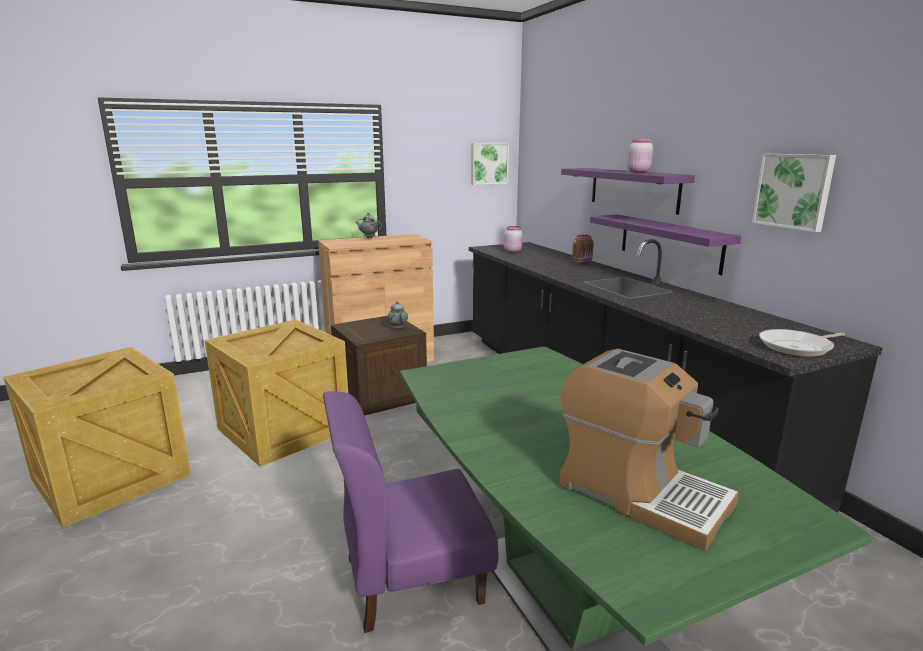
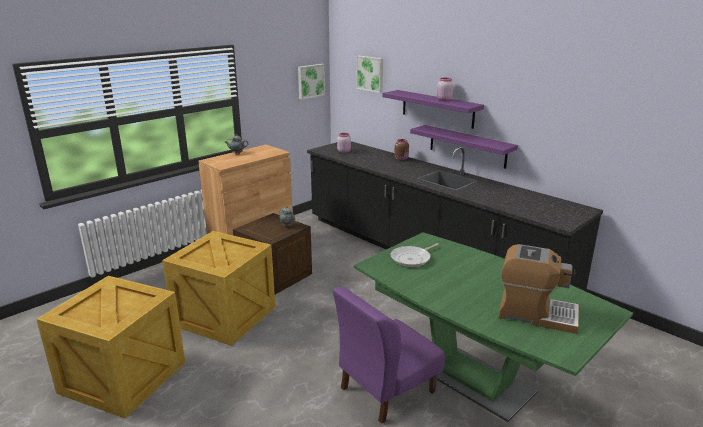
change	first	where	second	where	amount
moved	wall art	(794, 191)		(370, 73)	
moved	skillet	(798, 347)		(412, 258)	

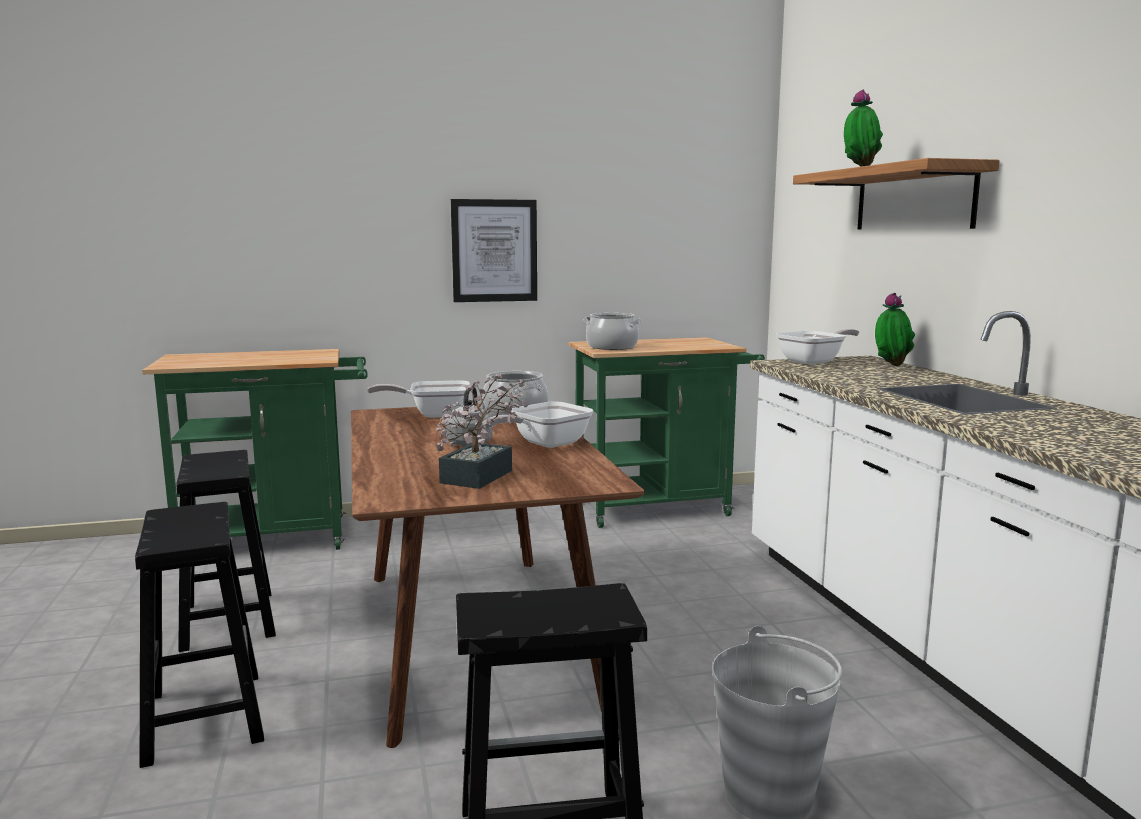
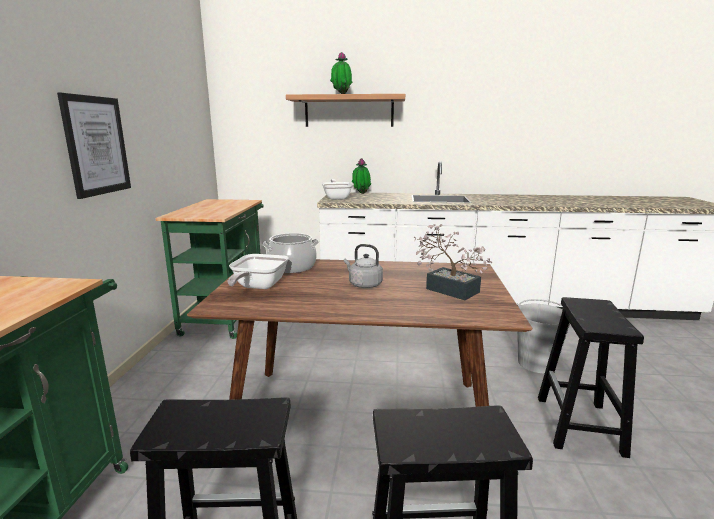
change	first	where	second	where	amount
removed	skillet	(544, 444)			
removed	stockpot	(612, 347)			

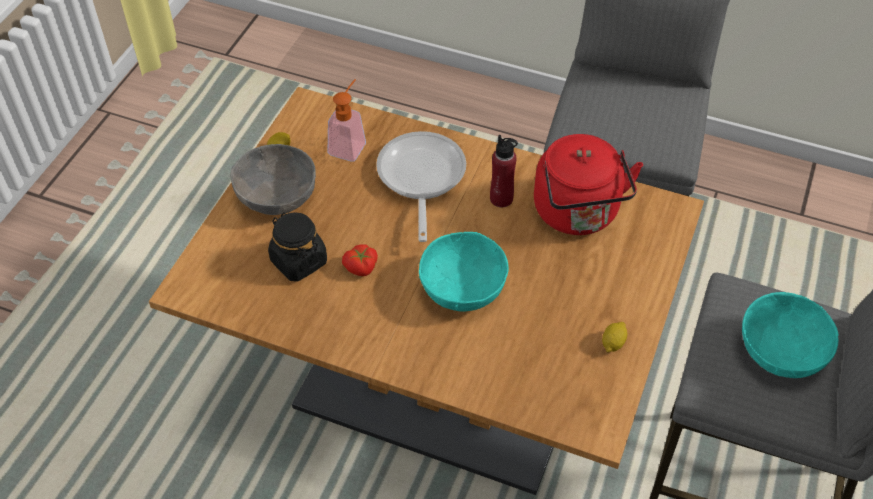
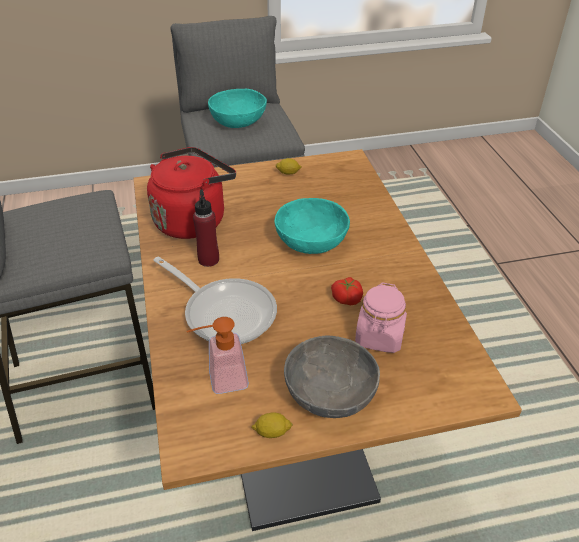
change	first	where	second	where	amount
turned	skillet	(420, 178)		(225, 312)	105 degrees counterclockwise
recoloured	storage jar (blackish)	(298, 261)	storage jar (pinkish)	(379, 337)	

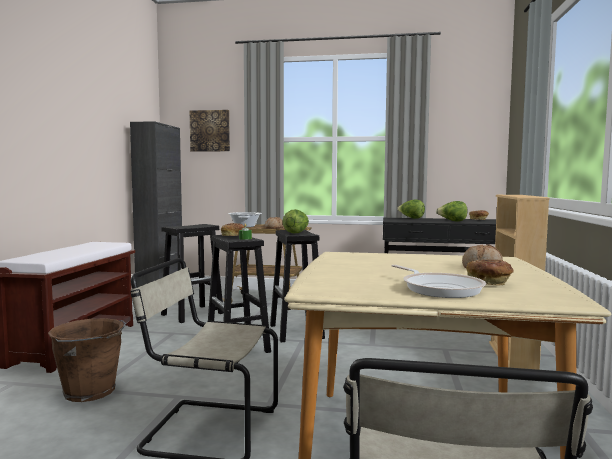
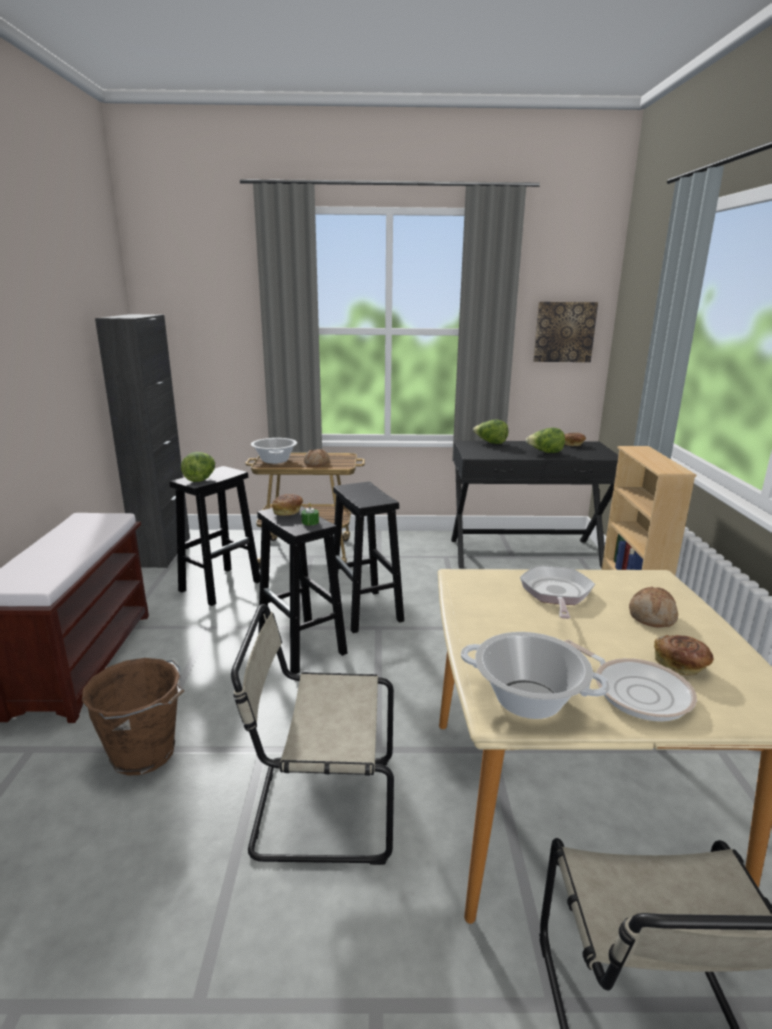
change	first	where	second	where	amount
moved	lettuce	(296, 233)		(200, 479)	
added			stockpot	(528, 700)	
added			skillet	(556, 594)	
moved	wall art	(210, 131)		(564, 332)	

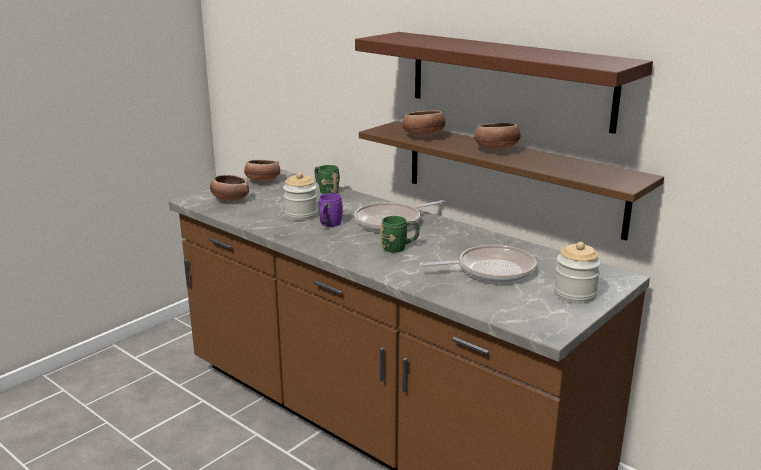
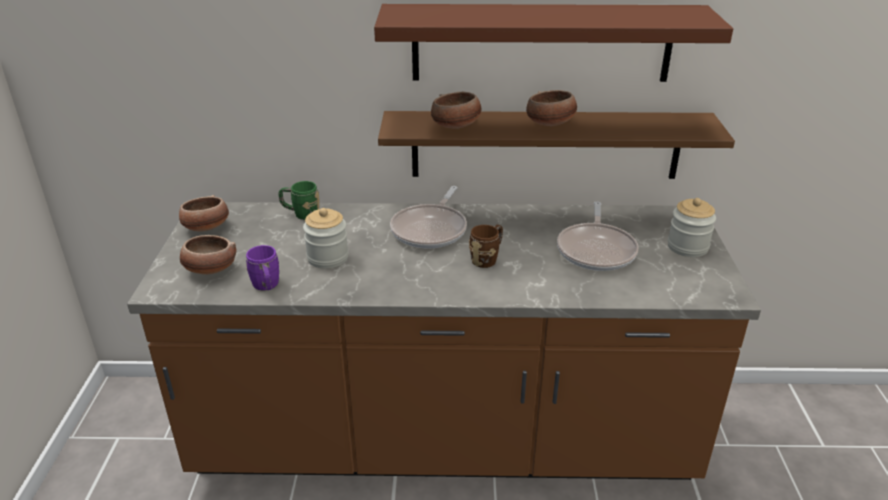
change	first	where	second	where	amount
moved	mug (purple-coloured)	(328, 225)		(267, 287)	
recoloured	mug (green-coloured)	(399, 248)	mug (brown-coloured)	(487, 258)	
turned	skillet	(491, 270)		(596, 250)	150 degrees clockwise

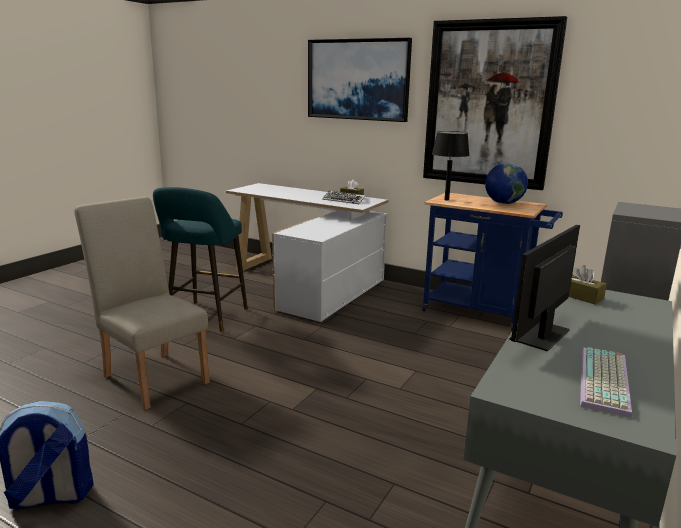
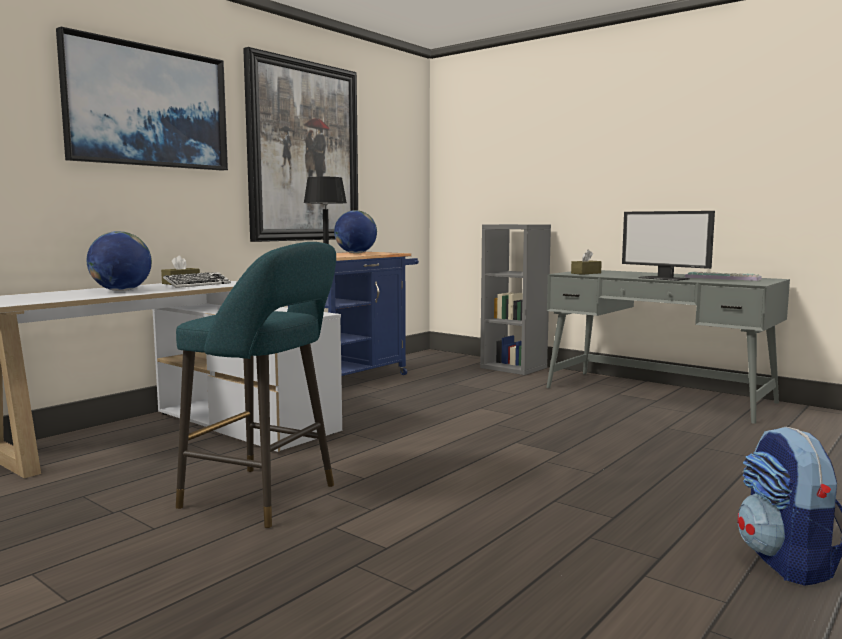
change	first	where	second	where	amount
added			globe	(121, 290)	
removed	chair (beige)	(153, 375)			

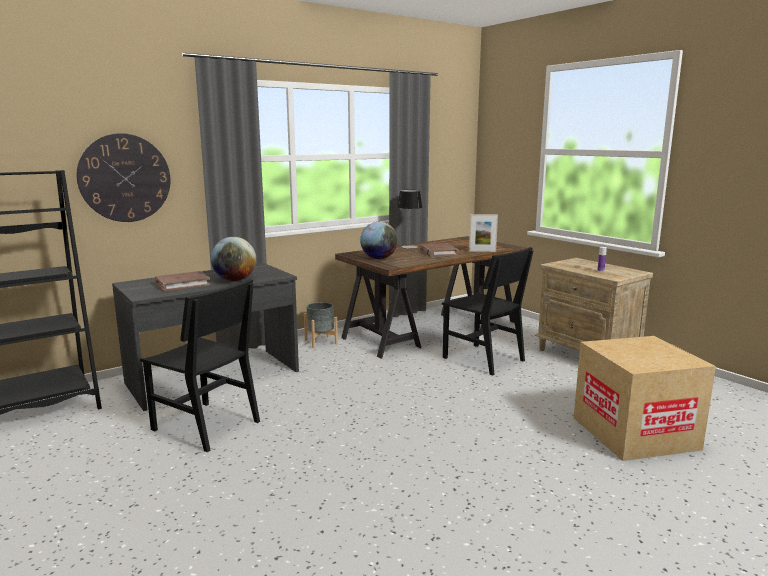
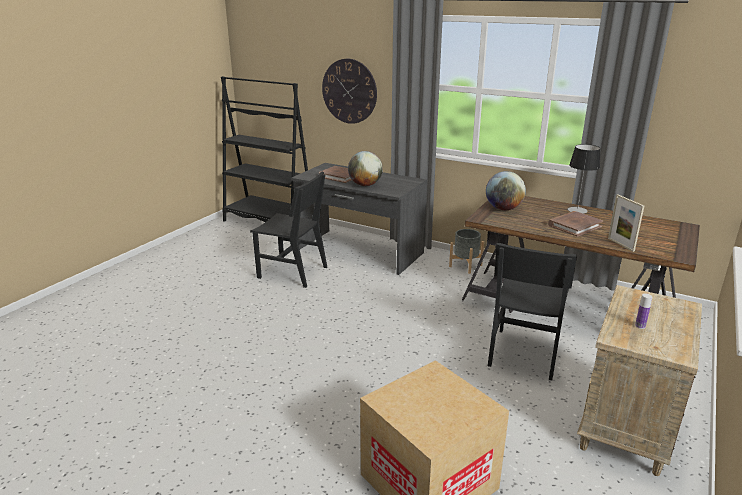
change	first	where	second	where	amount
turned	chair (blackish)	(206, 425)		(292, 272)	75 degrees counterclockwise

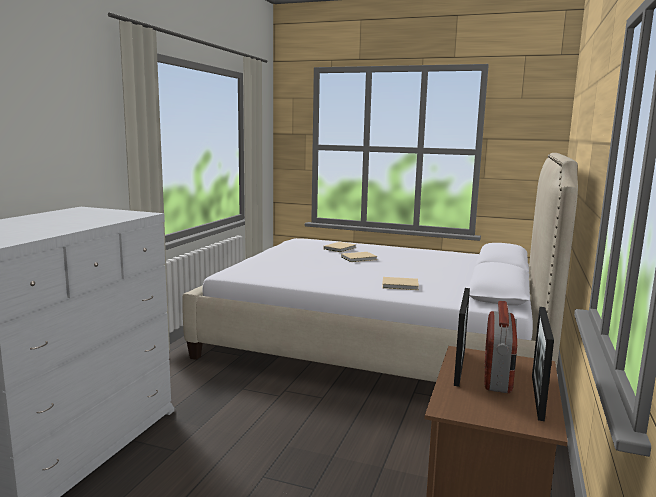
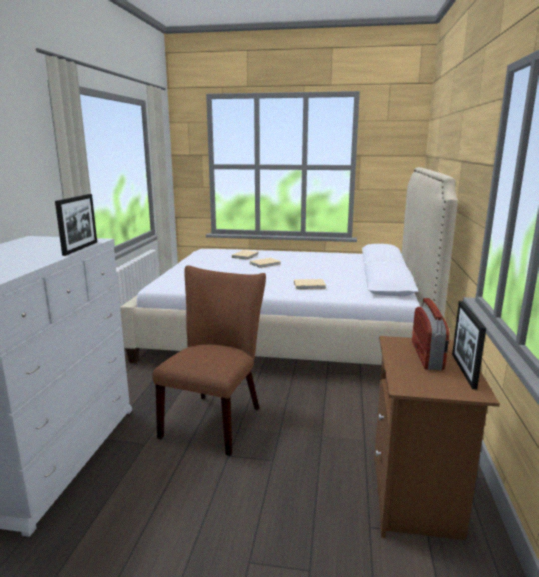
change	first	where	second	where	amount
moved	standing frame	(459, 367)		(80, 248)	
added			chair (brown-coloured)	(215, 418)	

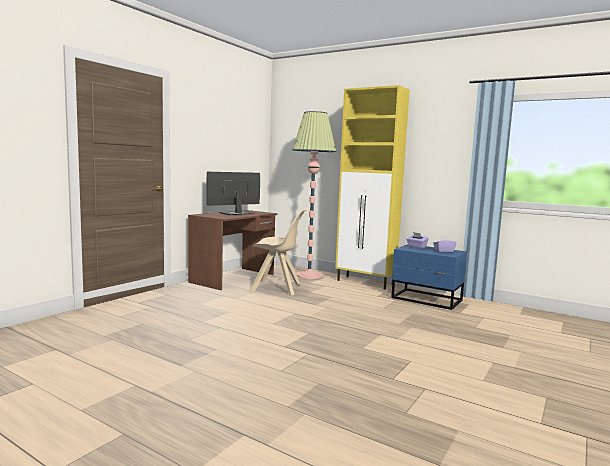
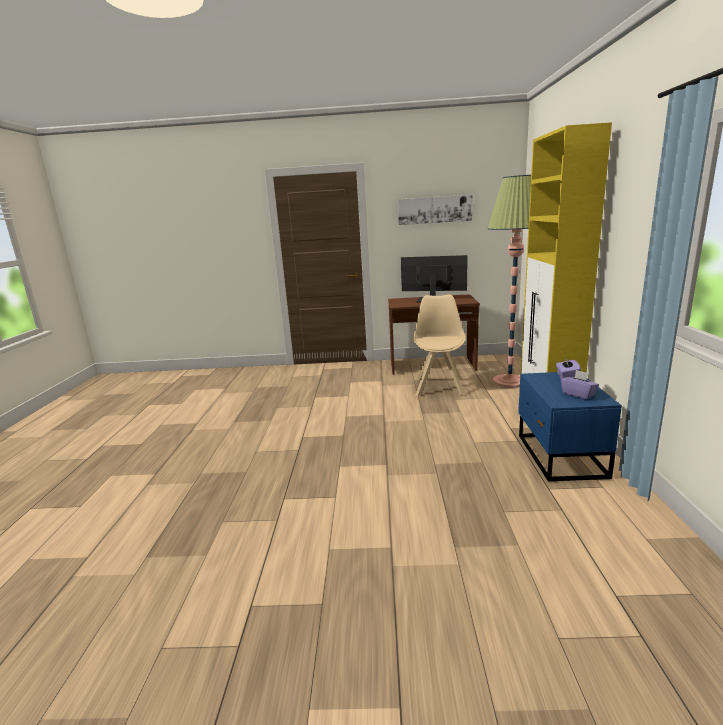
change	first	where	second	where	amount
added			wall art	(434, 210)	
turned	chair (beige)	(278, 288)		(439, 386)	150 degrees counterclockwise

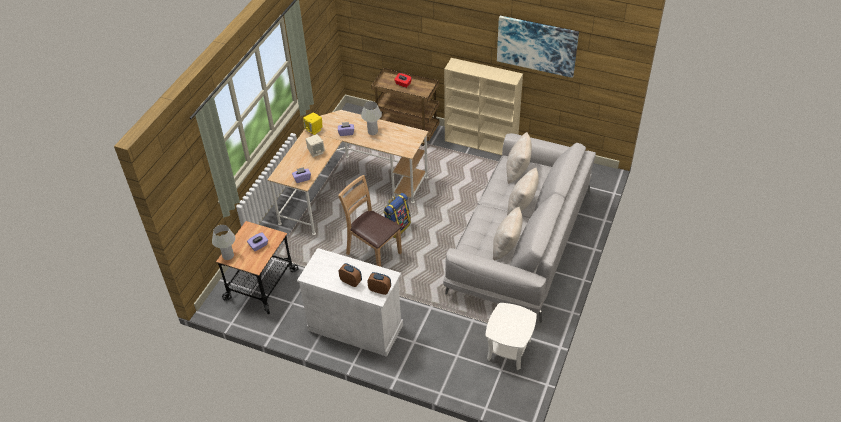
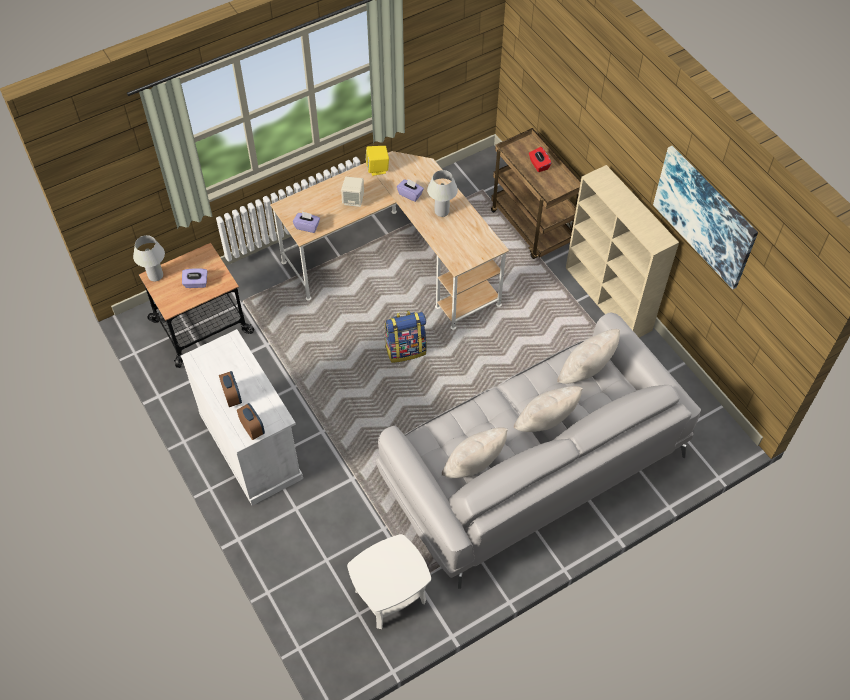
change	first	where	second	where	amount
removed	chair (brown-coloured)	(373, 252)			

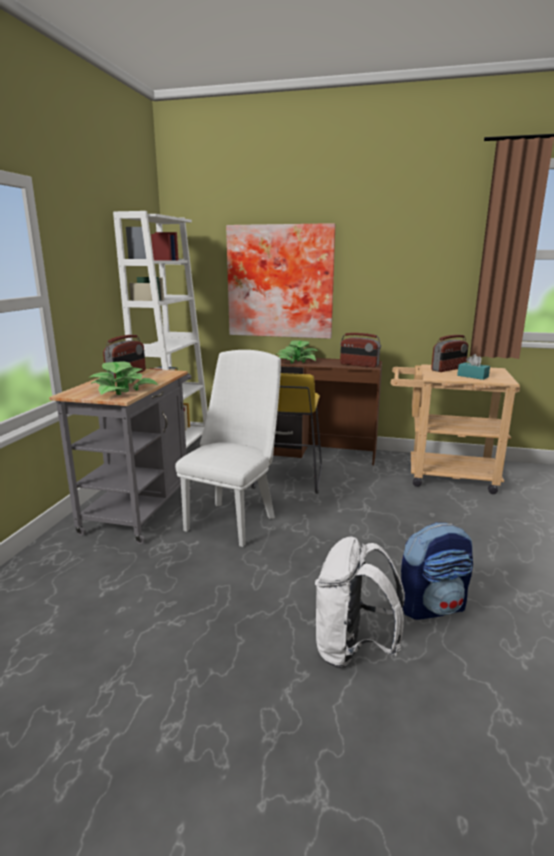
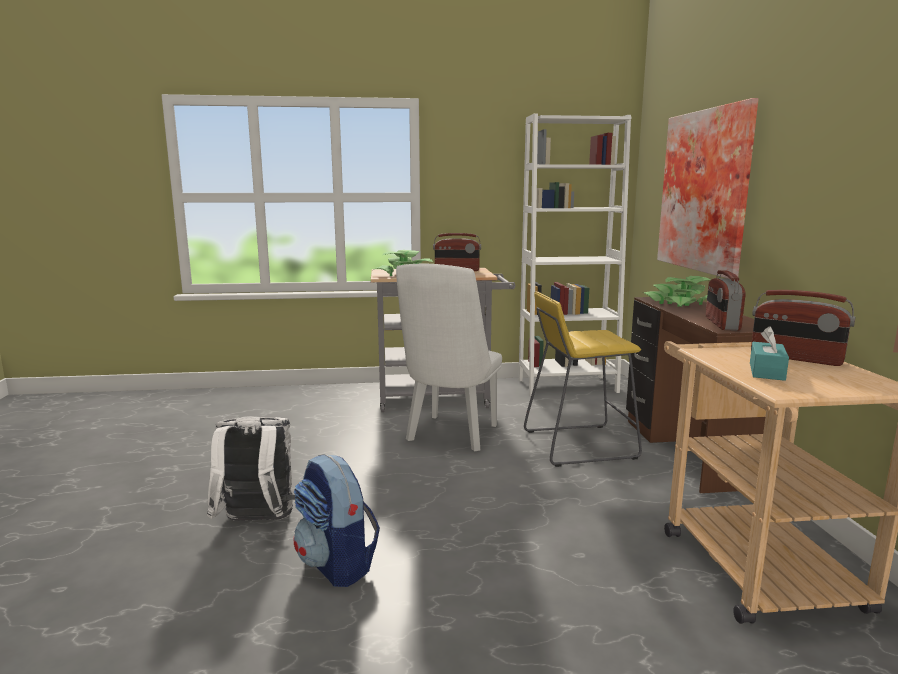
change	first	where	second	where	amount
turned	chair (white-coloured)	(233, 519)		(450, 436)	105 degrees clockwise

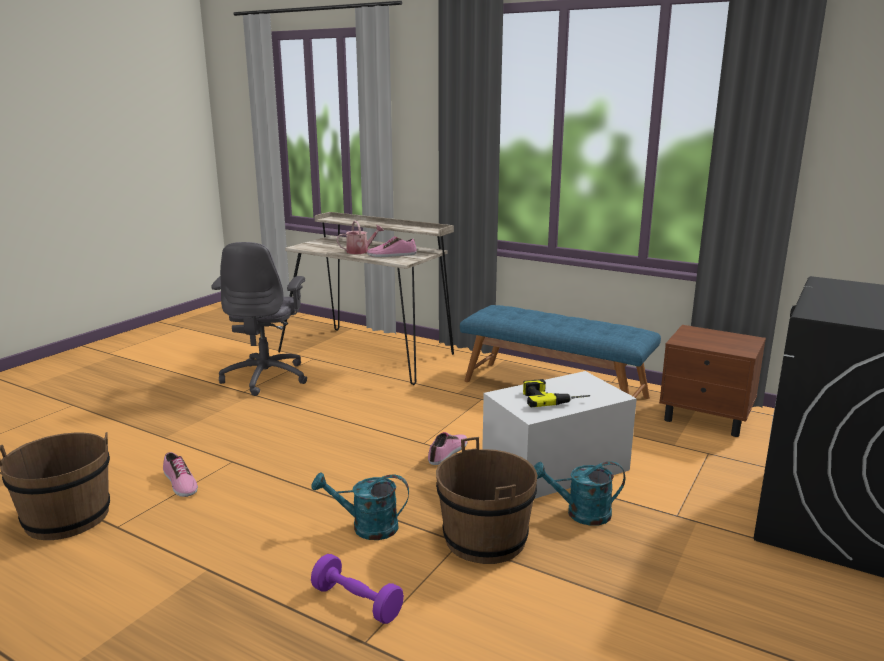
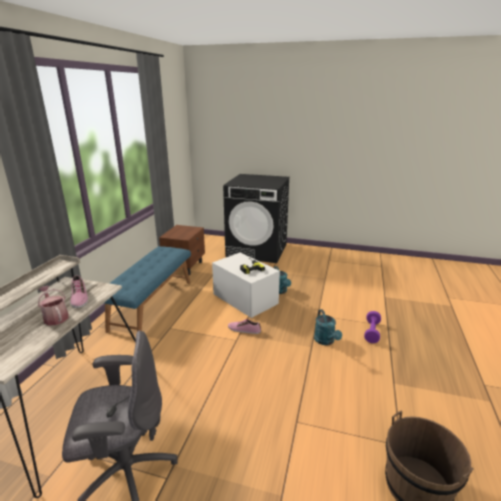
change	first	where	second	where	amount
removed	item of footwear	(179, 483)			
removed	water bucket (brown-coloured)	(484, 539)			

